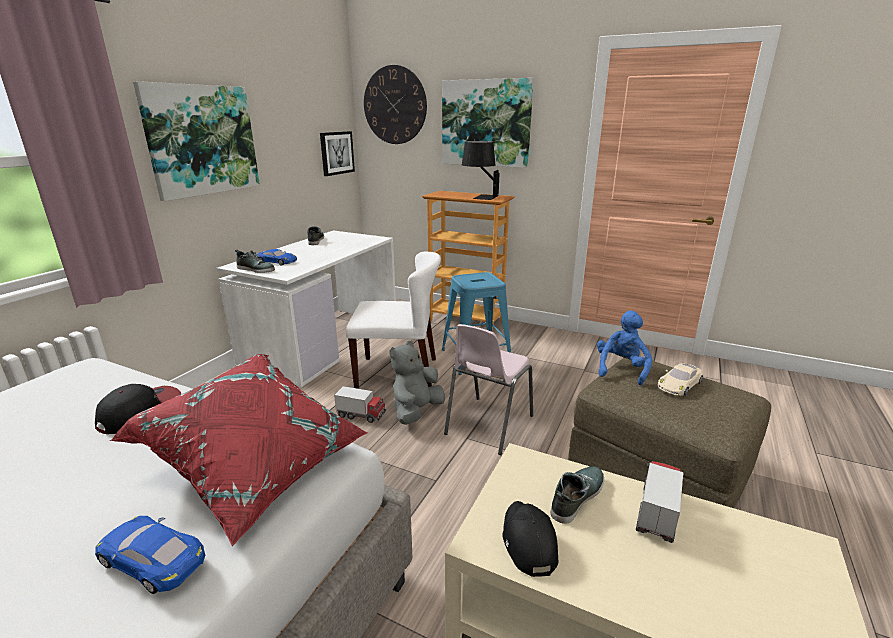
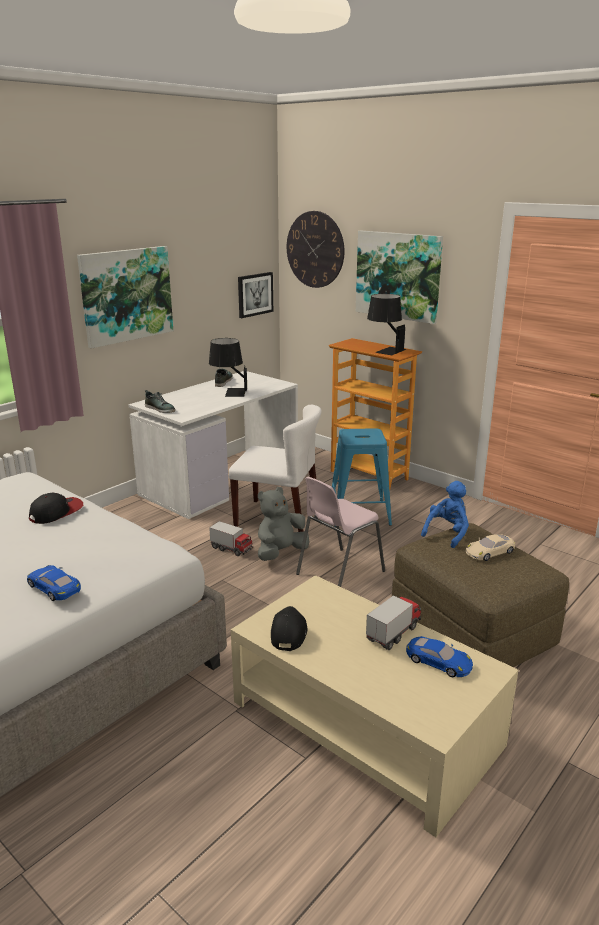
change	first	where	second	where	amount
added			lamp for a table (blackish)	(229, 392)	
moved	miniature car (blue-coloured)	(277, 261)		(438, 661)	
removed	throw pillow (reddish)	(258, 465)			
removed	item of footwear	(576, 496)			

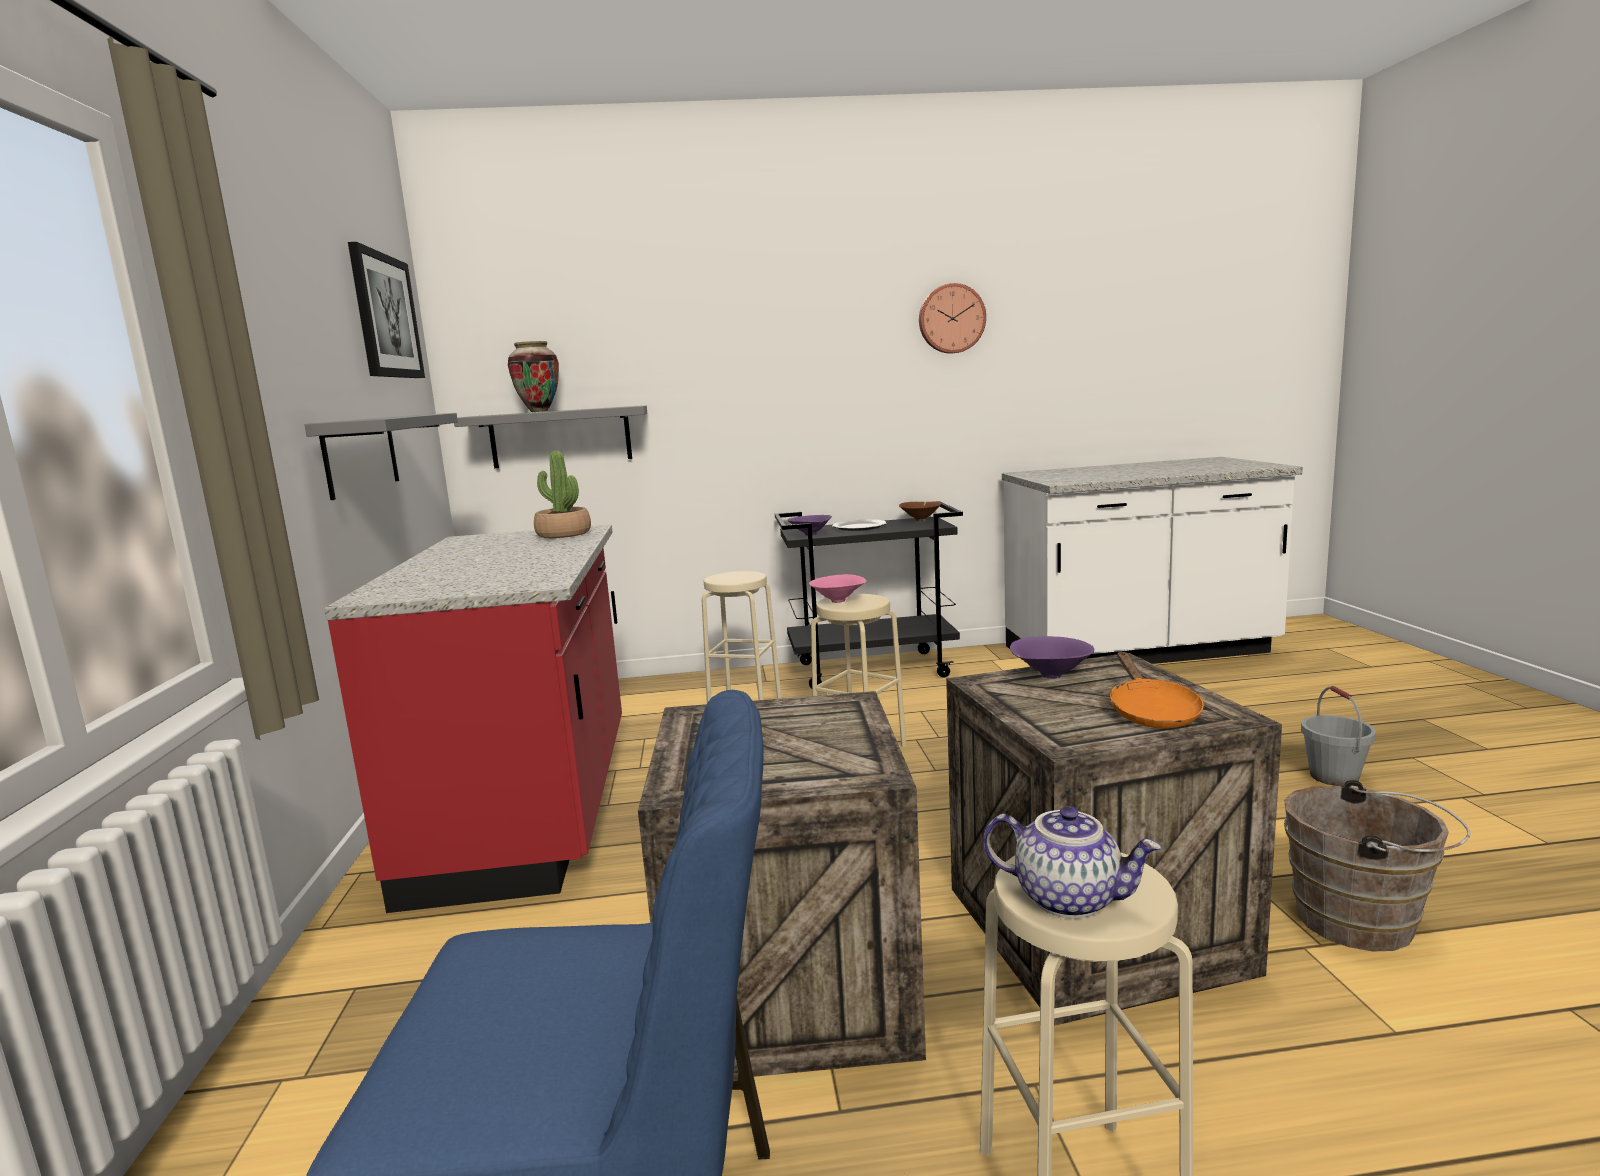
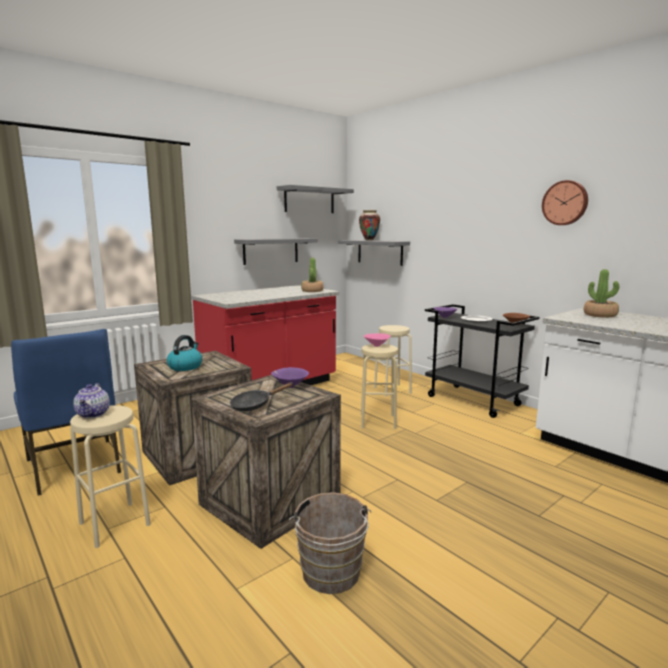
change	first	where	second	where	amount
added			kettle	(185, 366)	
recoloured	skillet (orange)	(1151, 712)	skillet (blackish)	(254, 405)	
replaced	wall art	(385, 316)	wall shelf (greyish)	(309, 200)	
added			plant in a pot	(600, 315)	
removed	water bucket (greyish)	(1333, 777)			

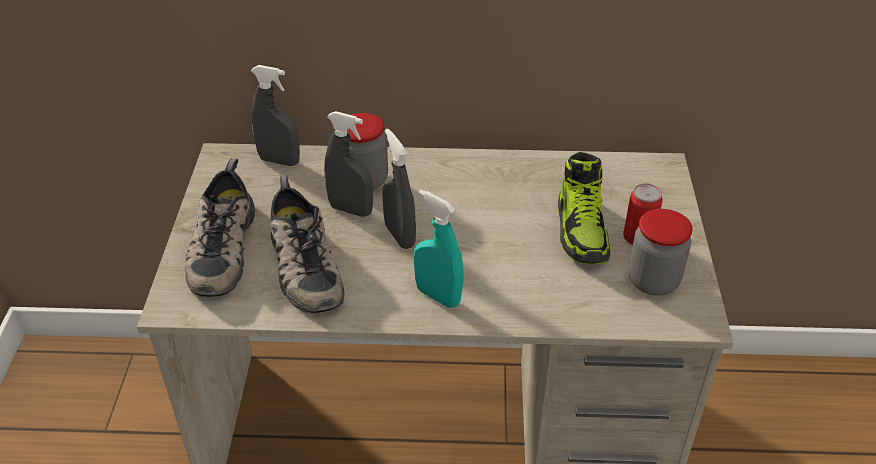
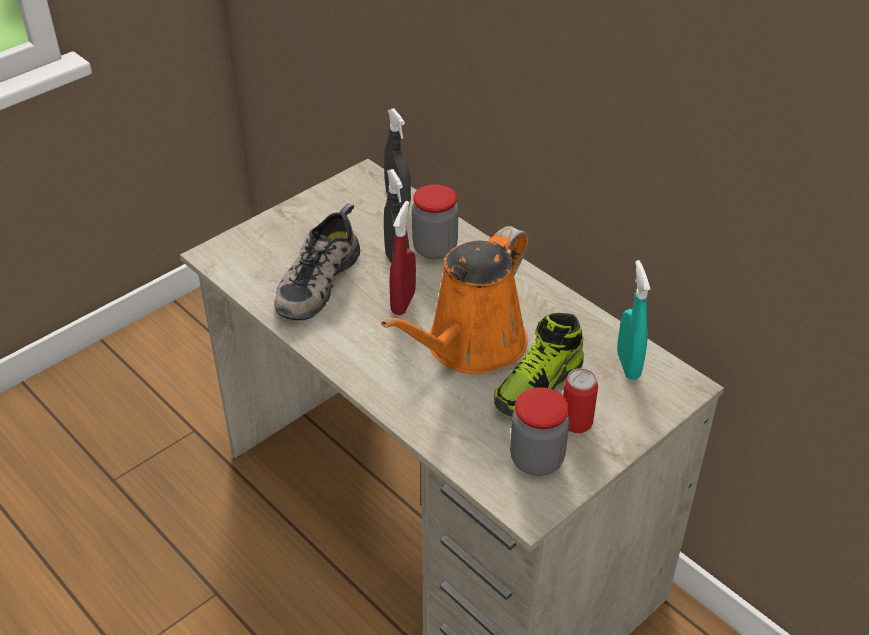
change	first	where	second	where	amount
added			sprinkling can (orange)	(470, 347)	
recoloured	hand sprayer (greyish)	(399, 236)	hand sprayer (reddish)	(403, 302)	
moved	hand sprayer (turquoise)	(438, 296)		(628, 365)	
removed	item of footwear	(220, 247)			

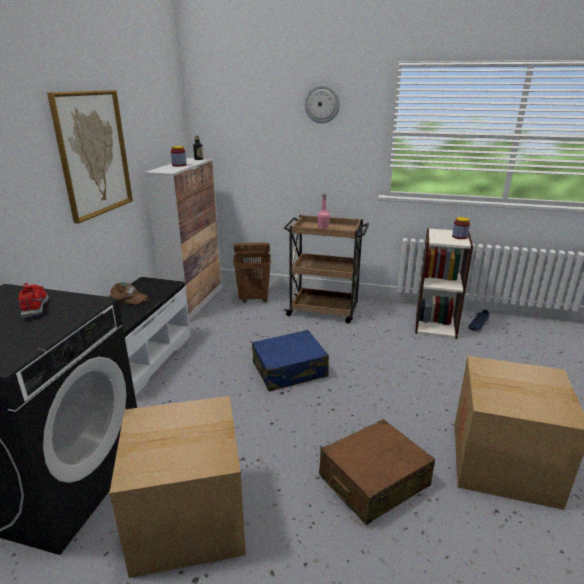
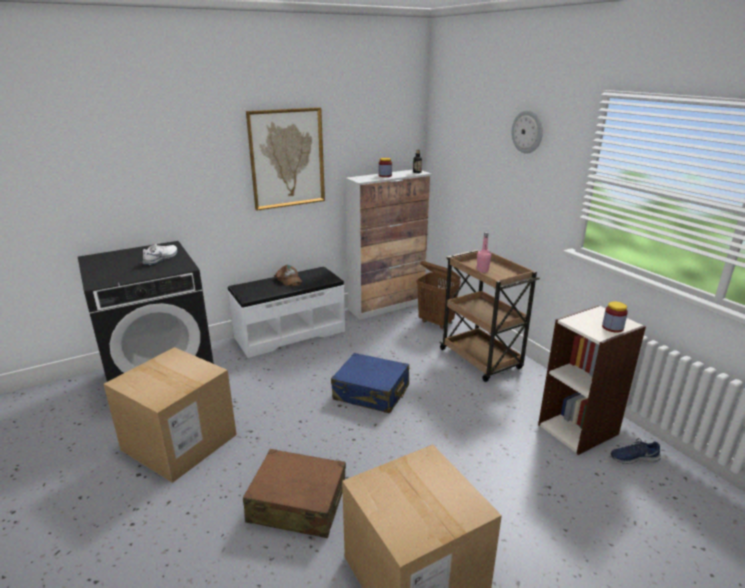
change	first	where	second	where	amount
recoloured	item of footwear (reddish)	(35, 306)	item of footwear (white-coloured)	(161, 259)	

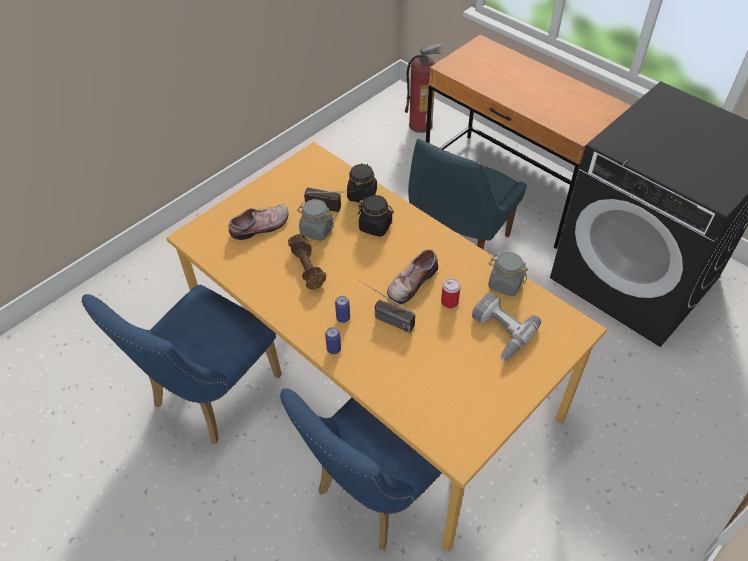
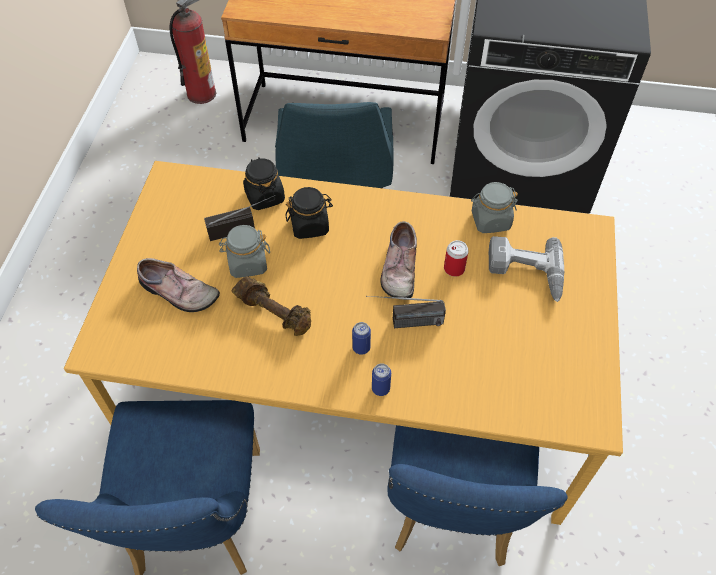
change	first	where	second	where	amount
turned	item of footwear	(261, 227)		(178, 293)	90 degrees clockwise

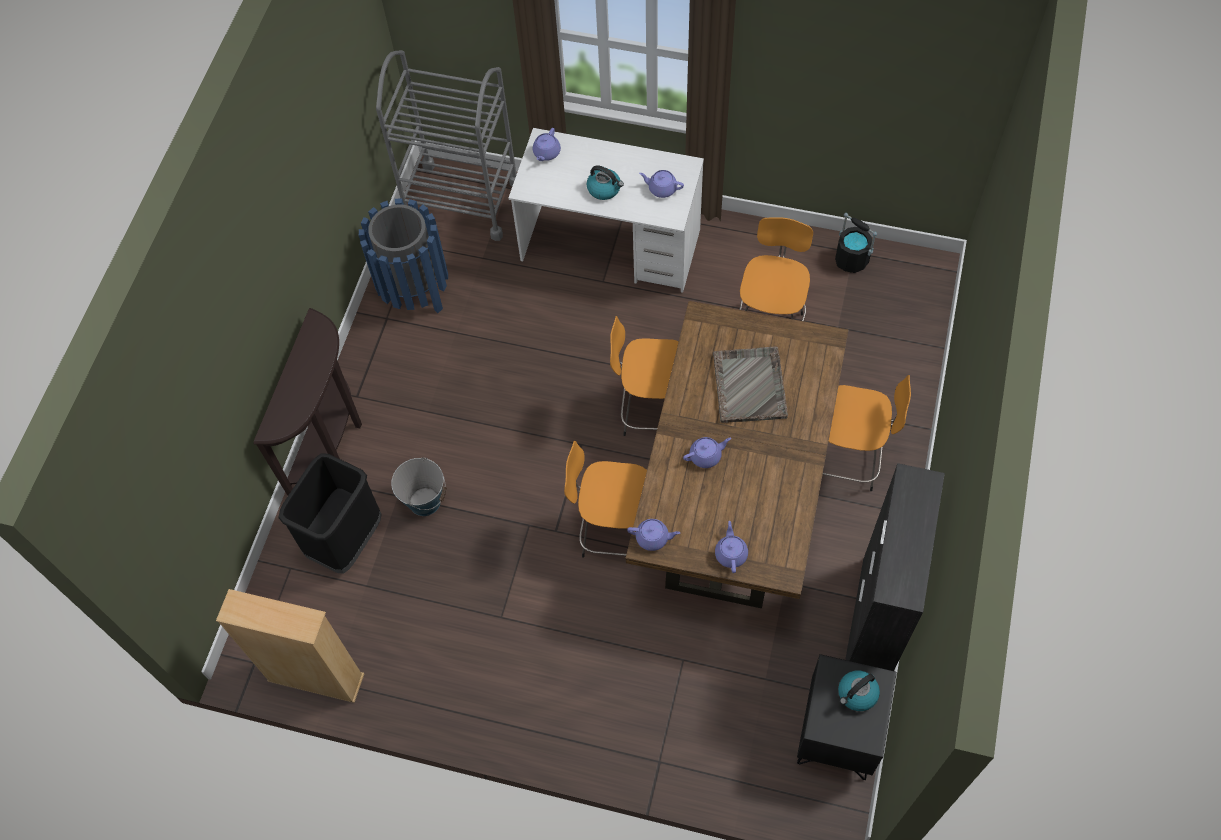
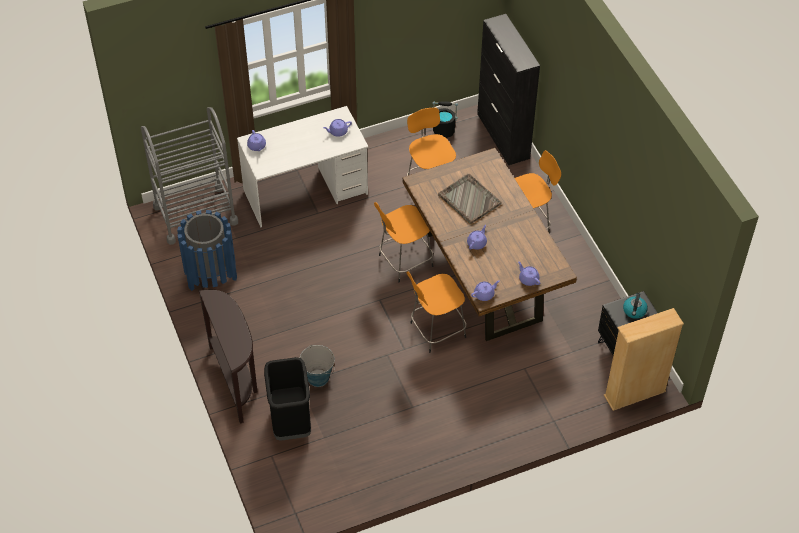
change	first	where	second	where	amount
moved	storage cabinet (blackish)	(872, 624)		(503, 136)	
moved	shelving unit (beige)	(316, 678)		(634, 394)	
removed	kettle	(604, 189)			

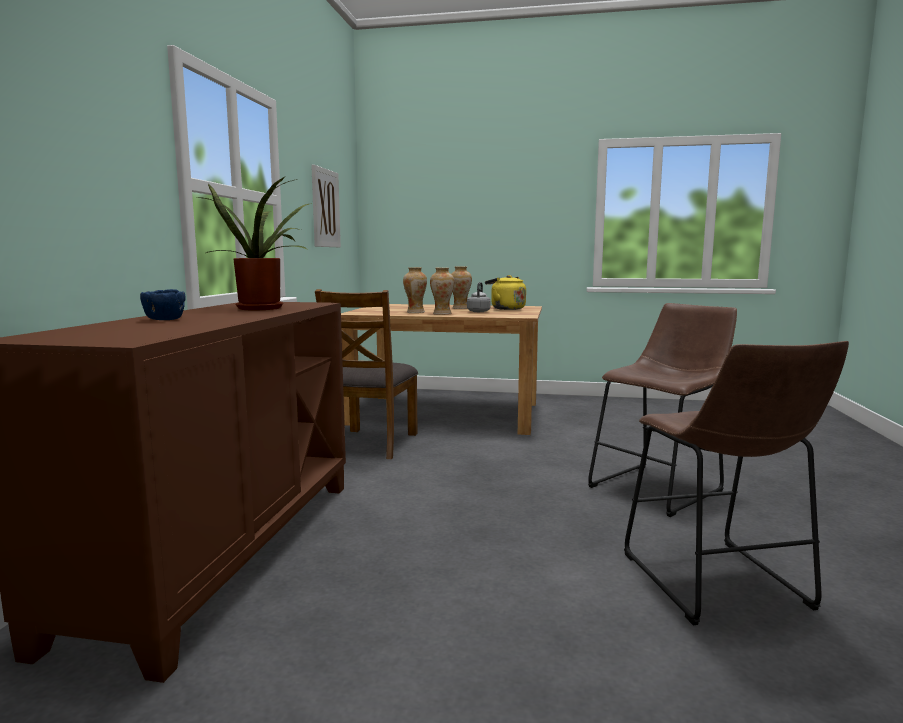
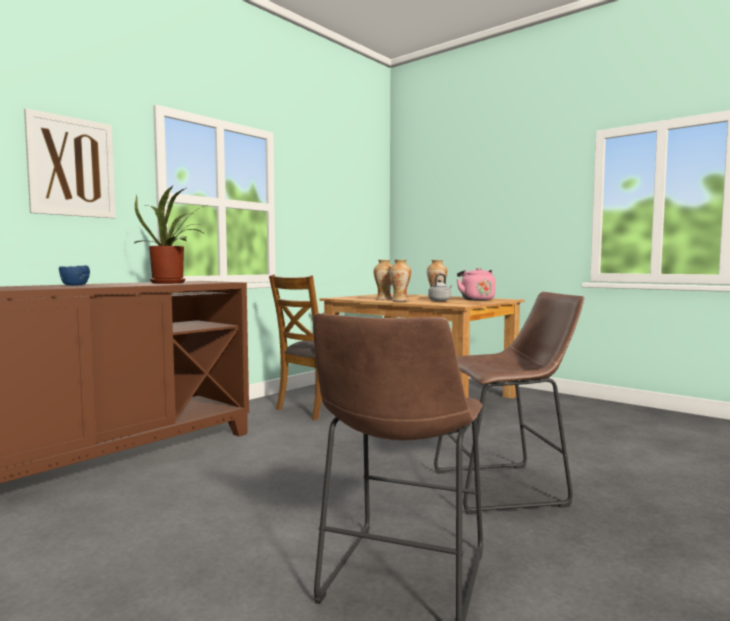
change	first	where	second	where	amount
moved	wall art	(325, 208)		(71, 167)	
recoloured	kettle (yellowish)	(506, 308)	kettle (pinkish)	(476, 300)	

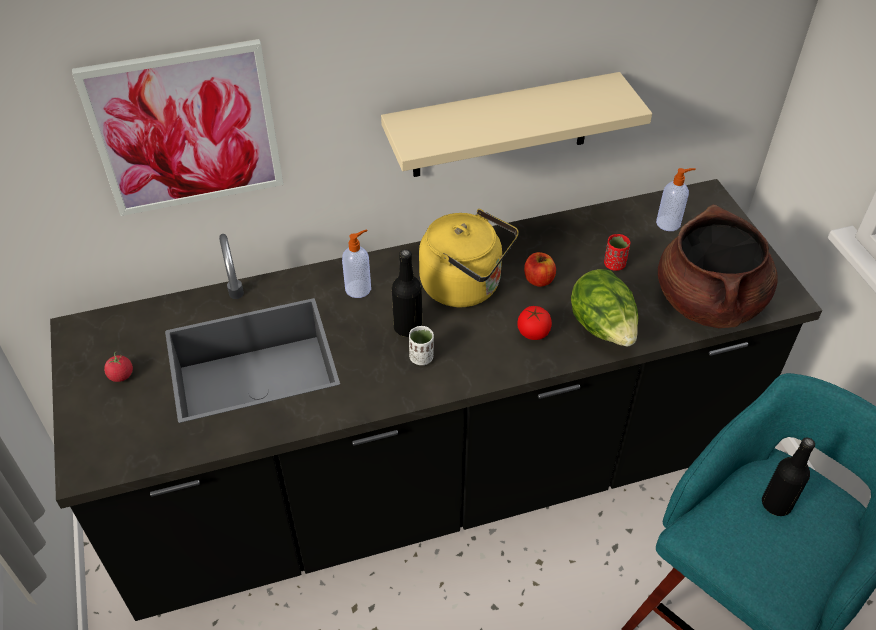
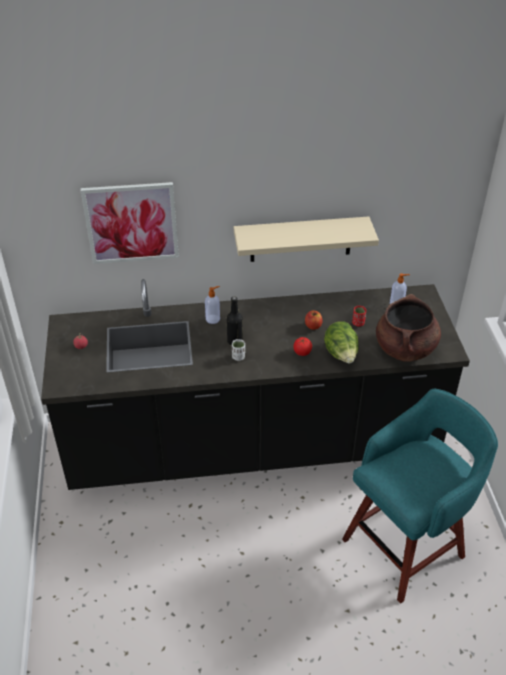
change	first	where	second	where	amount
removed	kettle (yellowish)	(466, 286)			
removed	beverage bottle (blackish)	(776, 504)			

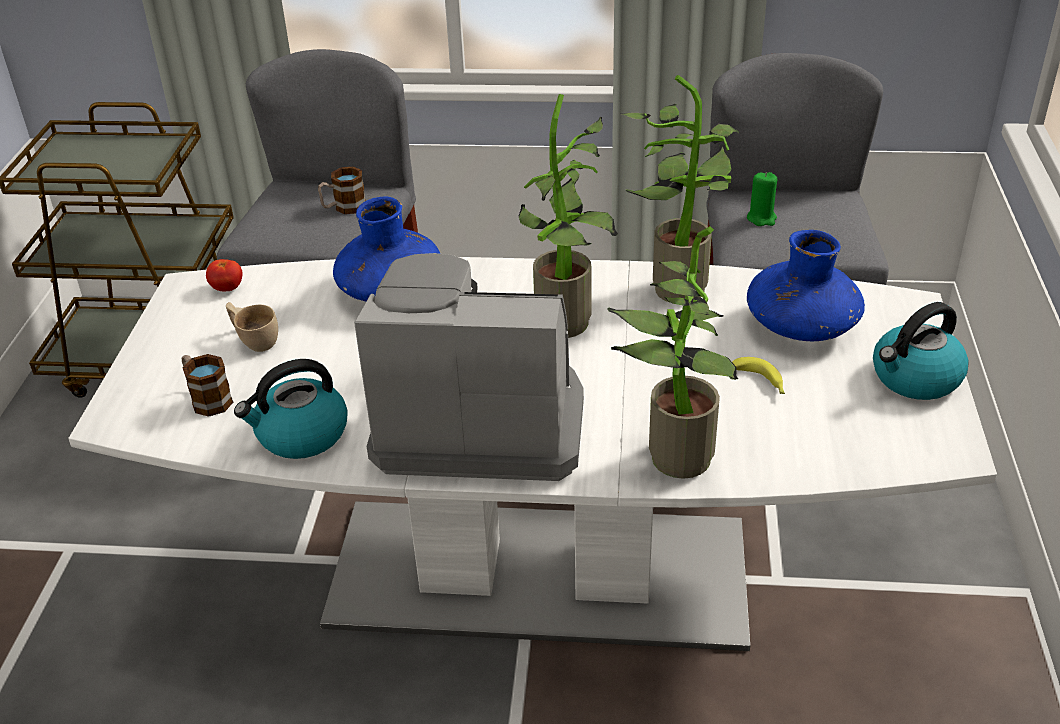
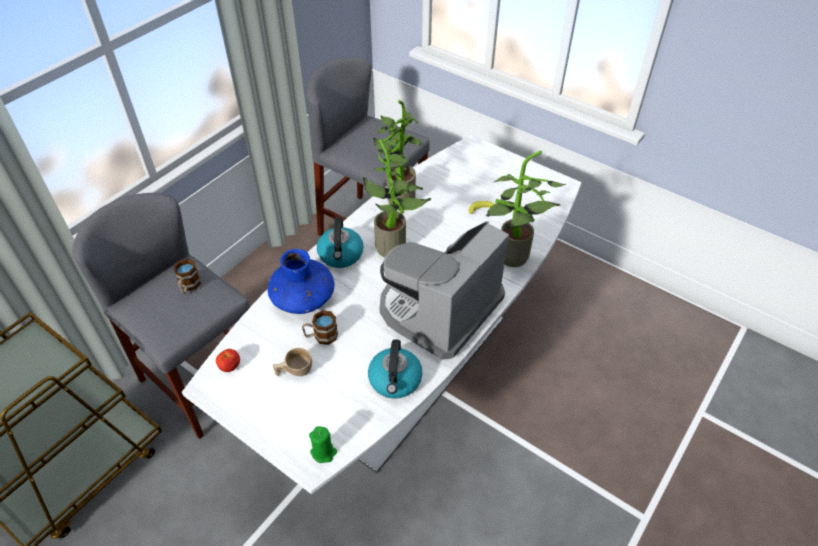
change	first	where	second	where	amount
moved	mug	(207, 399)		(321, 336)	
moved	wax light (green-coloured)	(761, 218)		(323, 452)	
moved	kettle	(915, 378)		(341, 255)	
removed	decorative vase (blue-coloured)	(801, 326)			

